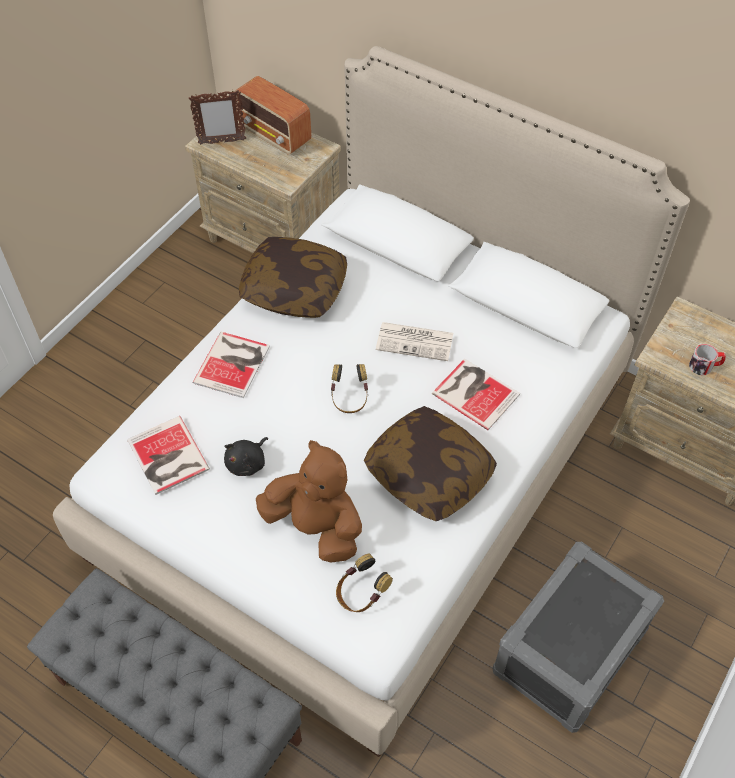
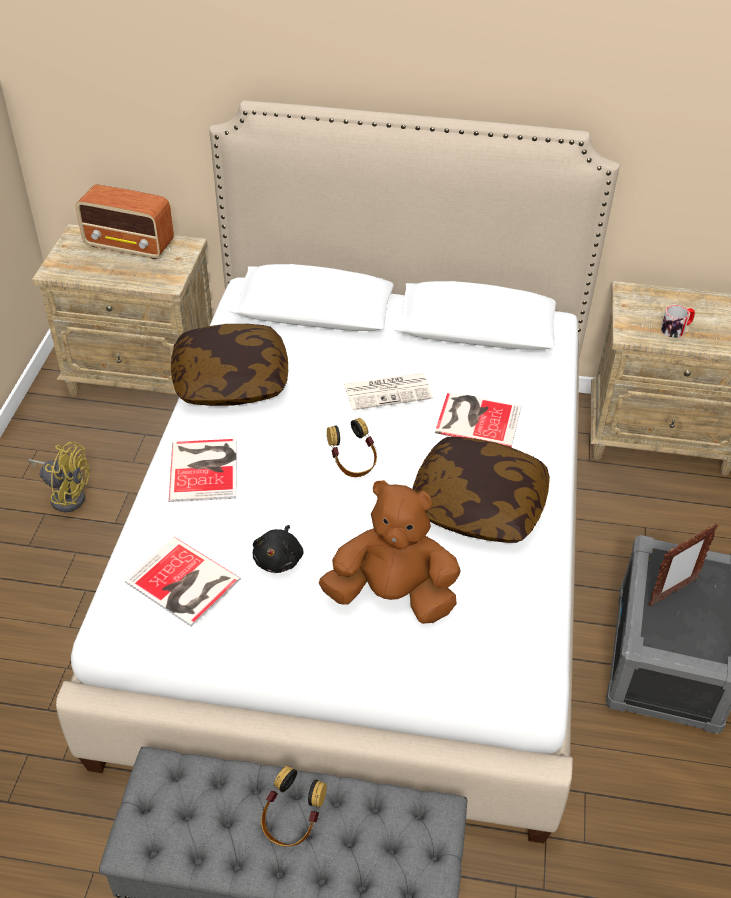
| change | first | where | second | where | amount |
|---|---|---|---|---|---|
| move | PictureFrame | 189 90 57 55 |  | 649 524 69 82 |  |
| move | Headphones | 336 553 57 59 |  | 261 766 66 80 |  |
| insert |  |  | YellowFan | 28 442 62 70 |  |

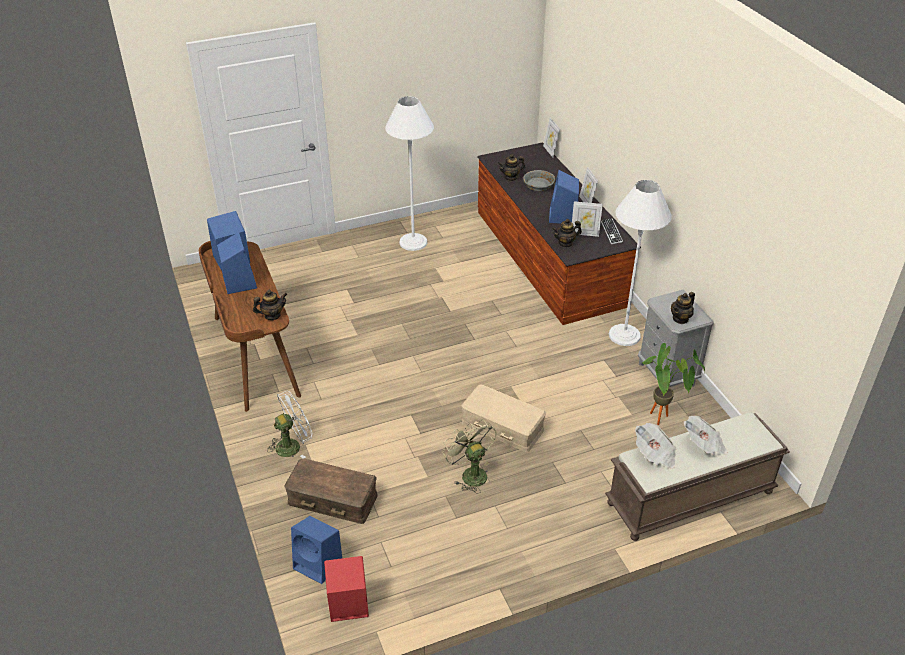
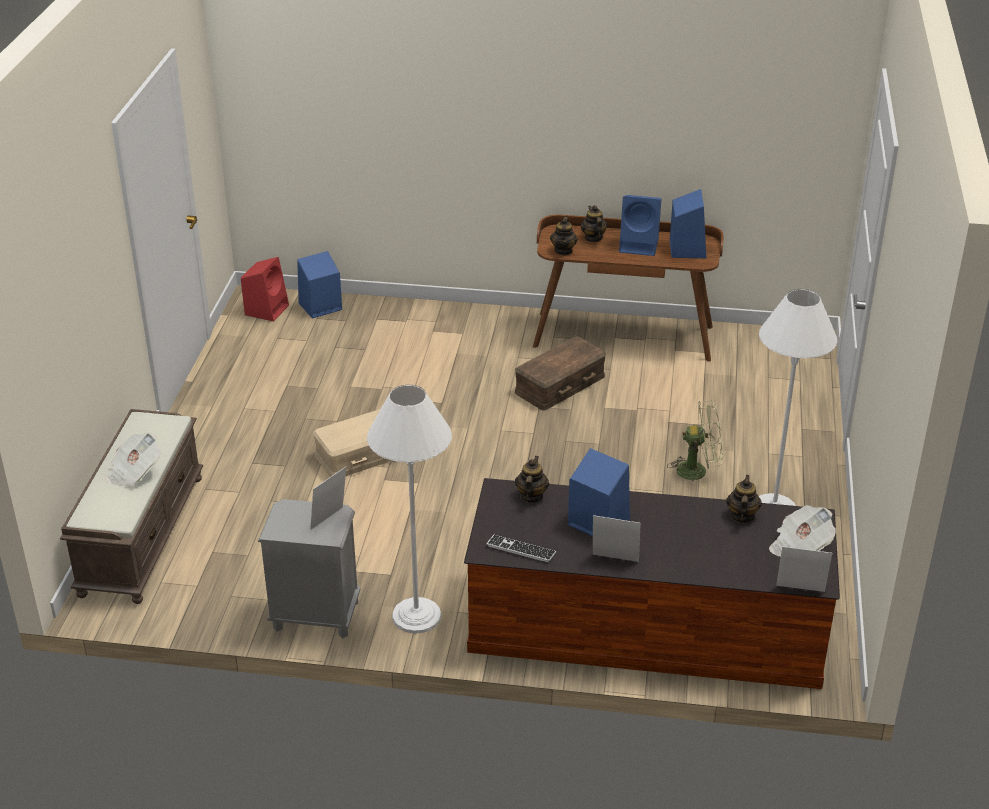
| change | first | where | second | where | amount |
|---|---|---|---|---|---|
| delete | GreyBowl | 523 170 32 21 |  |  |  |
| move | PictureFrame | 572 201 31 36 |  | 310 467 36 63 |  |
| move | Teapot | 671 292 24 32 |  | 581 205 26 37 |  |
| delete | PottedPlant | 642 343 63 82 |  |  |  |
| delete | WhiteFan | 267 391 45 68 |  |  |  |
| move | GreenFan | 443 419 53 74 |  | 667 400 56 87 |  |
| move | Newspaper | 635 423 41 46 |  | 769 505 67 52 |  |
| move | BrownStorageBox | 284 459 94 65 |  | 515 336 91 75 |  |

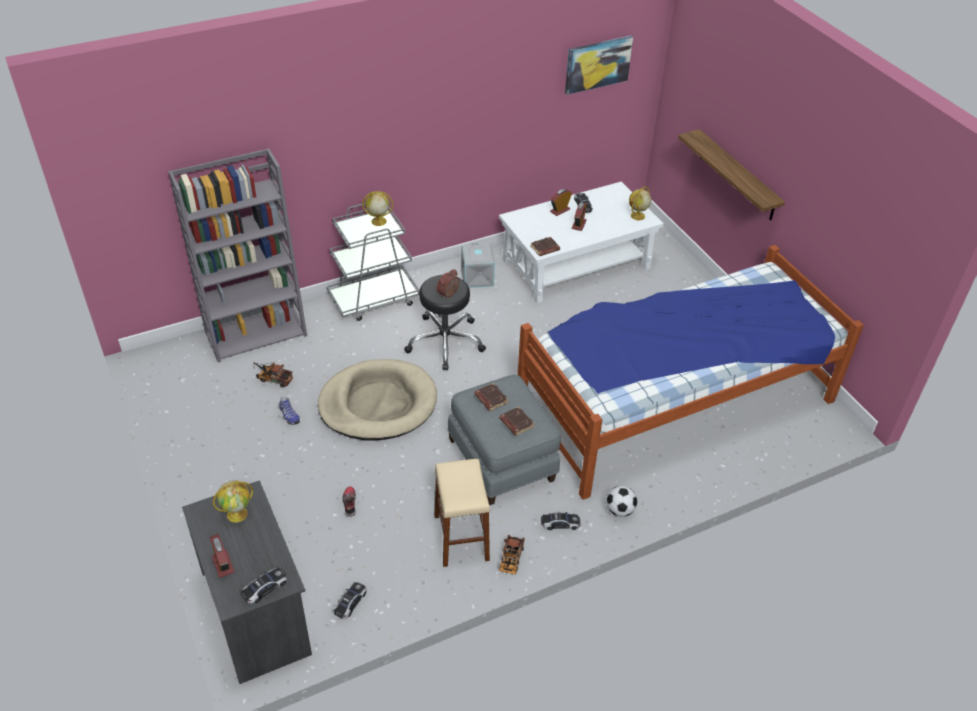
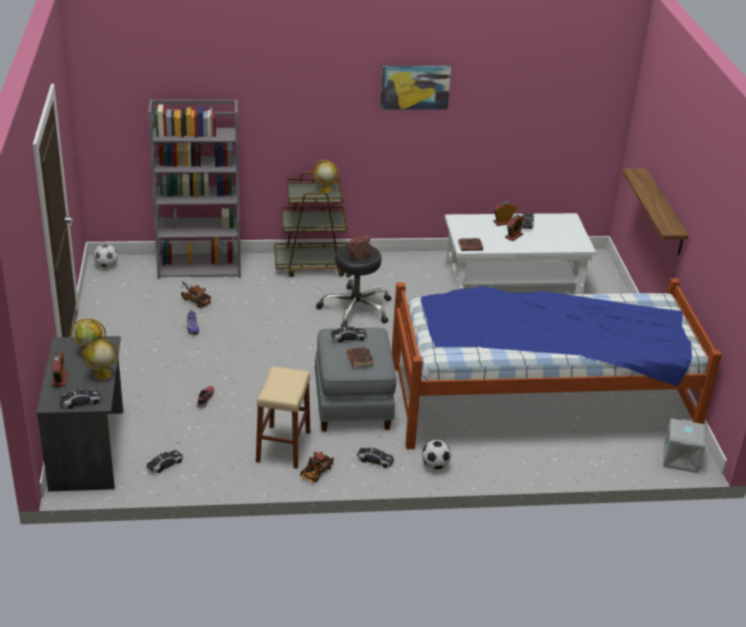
| change | first | where | second | where | amount |
|---|---|---|---|---|---|
| move | Picture | 565 35 68 60 |  | 380 66 71 44 |  |
| move | Globe | 629 187 22 33 |  | 83 340 35 40 |  |
| recolor | GreyCart | 327 203 93 118 | BrownCart | 274 172 75 105 |  |
| move | GreyStorageBox | 461 243 34 45 |  | 663 419 43 55 |  |
| delete | BeigeDogBed | 318 359 119 81 |  |  |  |
| replace | BrownBook | 474 383 34 28 | ToyCar | 331 326 36 17 |  |
| insert |  |  | Football | 94 244 24 24 |  |

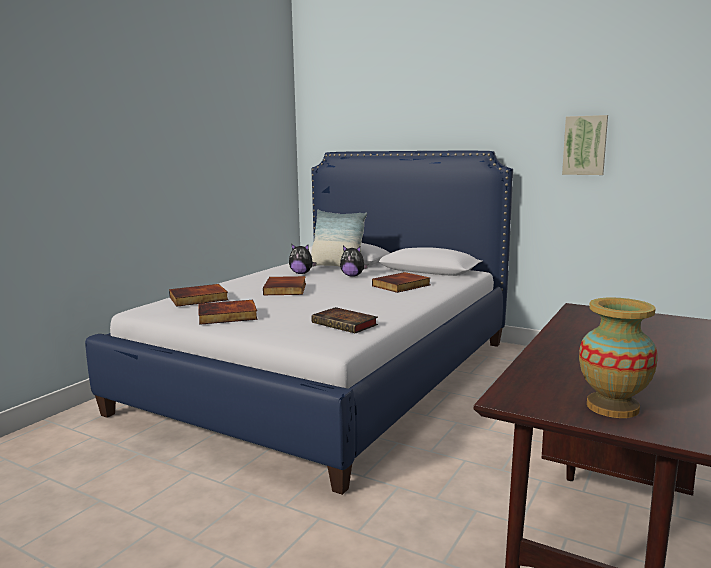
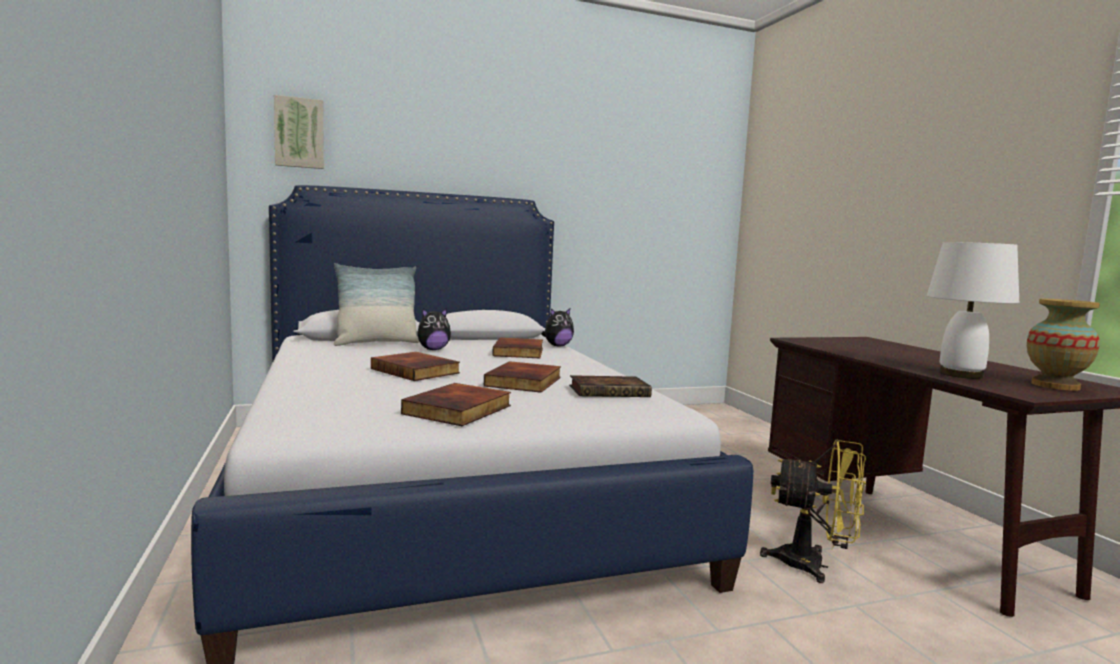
| change | first | where | second | where | amount |
|---|---|---|---|---|---|
| move | Picture | 562 115 46 60 |  | 274 95 50 74 |  |
| move | PlushToy | 289 244 28 30 |  | 542 308 32 39 |  |
| move | Book | 169 284 59 23 |  | 484 361 77 32 |  |
| insert |  |  | WhiteTableLamp | 927 242 92 137 |  |
| insert |  |  | YellowFan | 760 440 106 143 |  |

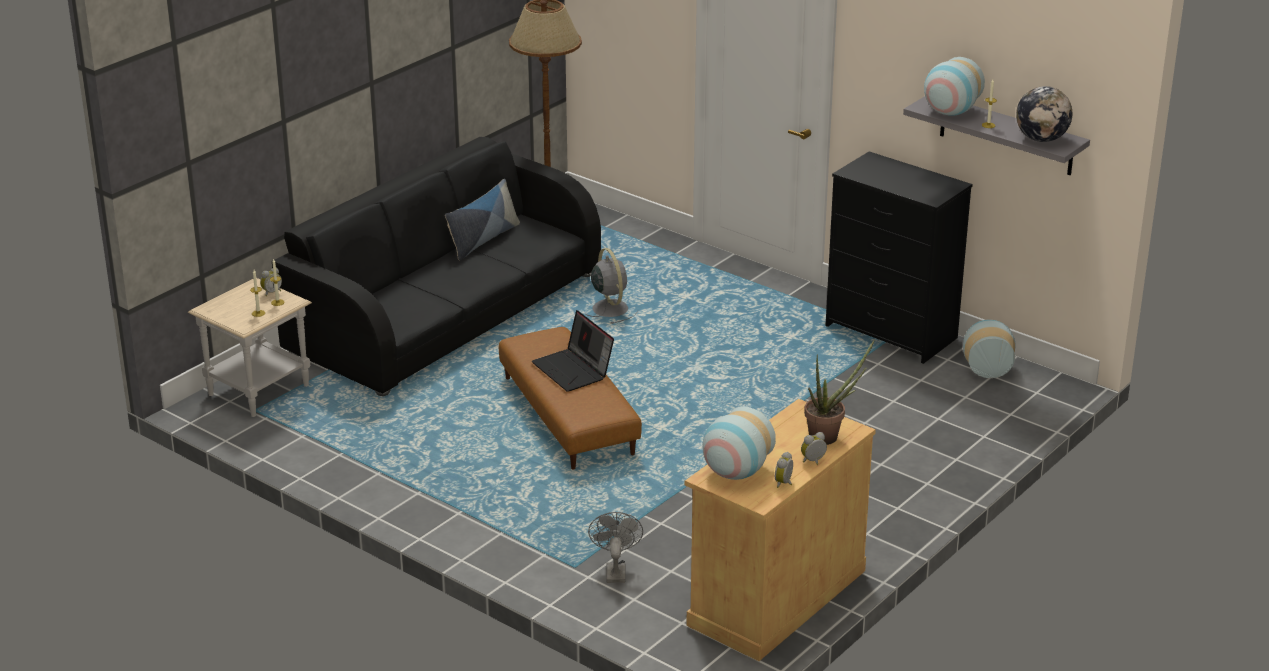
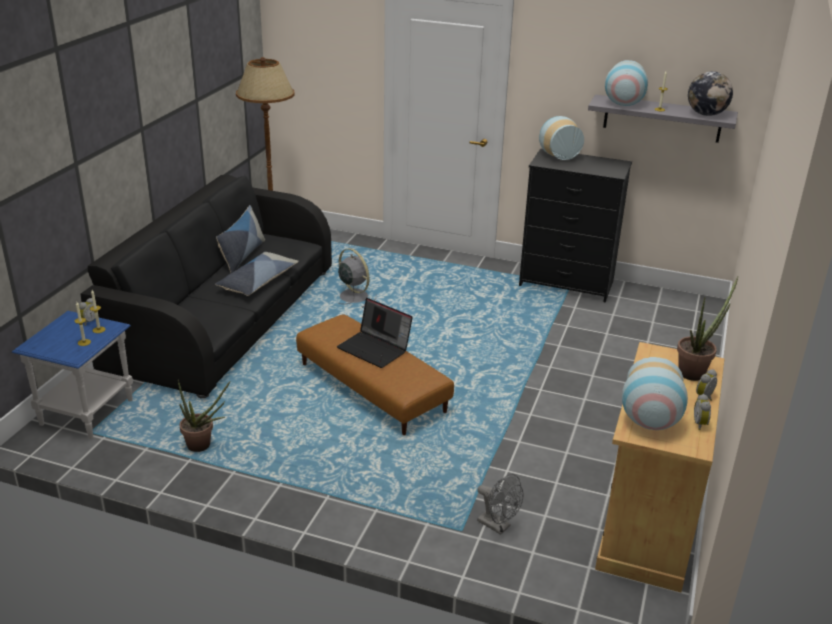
| change | first | where | second | where | amount |
|---|---|---|---|---|---|
| recolor | BeigeSideTable | 188 278 124 139 | BlueSideTable | 12 311 121 128 |  |
| move | Vase | 963 320 53 58 |  | 539 116 45 44 |  |
| rotate | GreyFan | 588 512 55 71 |  | 477 474 46 61 | 150 degrees clockwise |
| insert |  |  | Pillow | 215 252 84 44 |  |
| insert |  |  | PottedPlant | 178 380 52 72 |  |

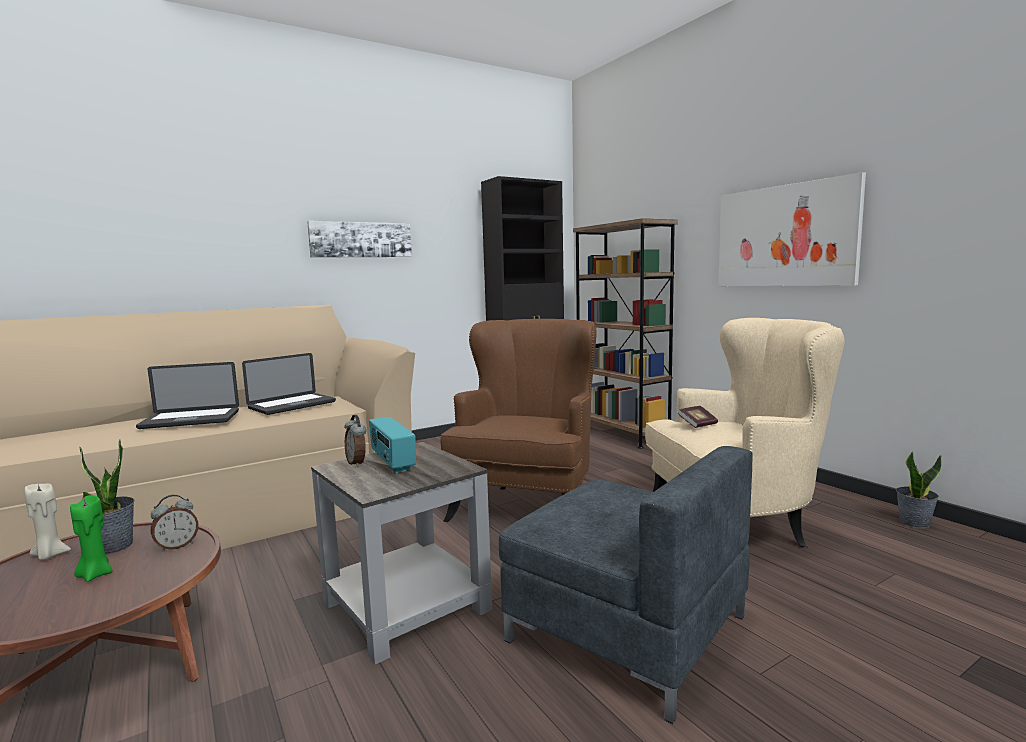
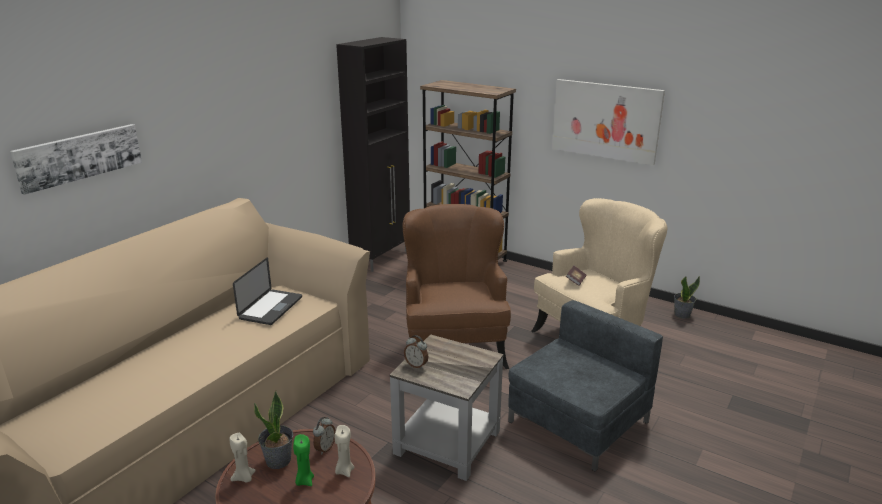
| change | first | where | second | where | amount |
|---|---|---|---|---|---|
| move | Picture | 307 221 105 37 |  | 10 124 132 71 |  |
| delete | Laptop | 136 362 103 67 |  |  |  |
| delete | Radio | 369 417 47 56 |  |  |  |
| rotate | GreyArmchair | 499 446 254 278 |  | 508 300 155 171 | 60 degrees counterclockwise |
| insert |  |  | BeigeCandle | 335 425 19 52 |  |

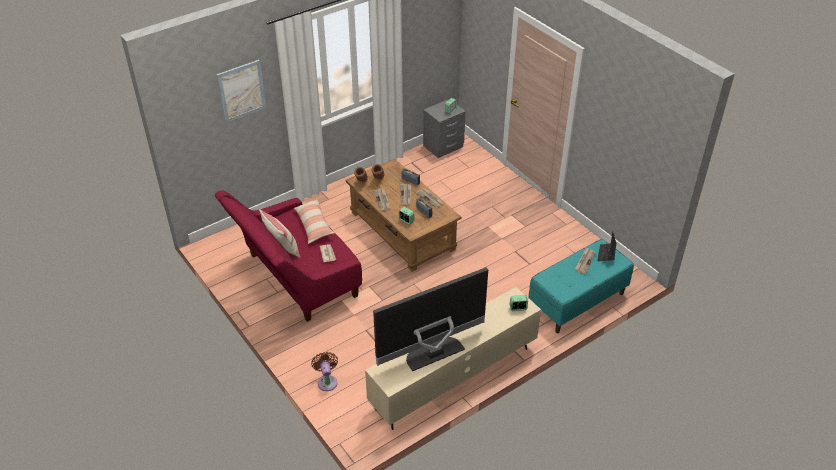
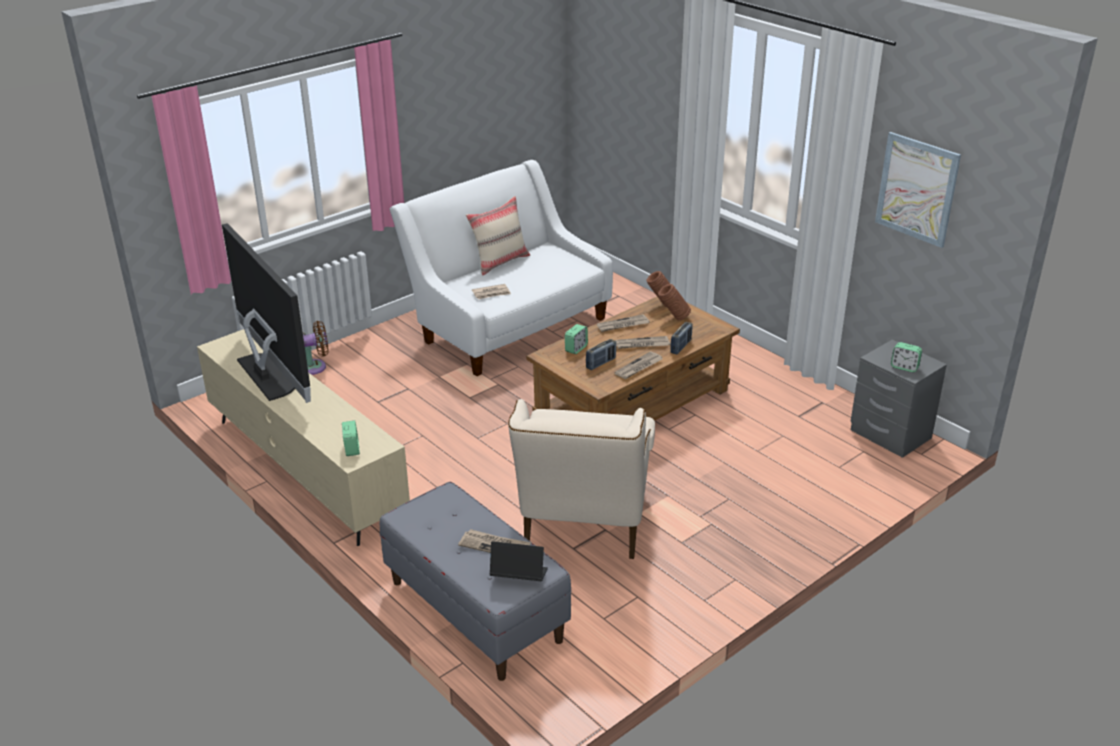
| change | first | where | second | where | amount |
|---|---|---|---|---|---|
| move | Picture | 217 60 49 63 |  | 875 132 86 116 |  |
| recolor | RedSofa | 215 190 147 132 | WhiteSofa | 390 160 223 216 |  |
| delete | Pillow | 294 198 40 46 |  |  |  |
| recolor | TurquoiseBench | 528 239 106 94 | GreyBench | 380 482 191 199 |  |
| insert |  |  | BeigeArmchair | 508 399 147 160 |  |

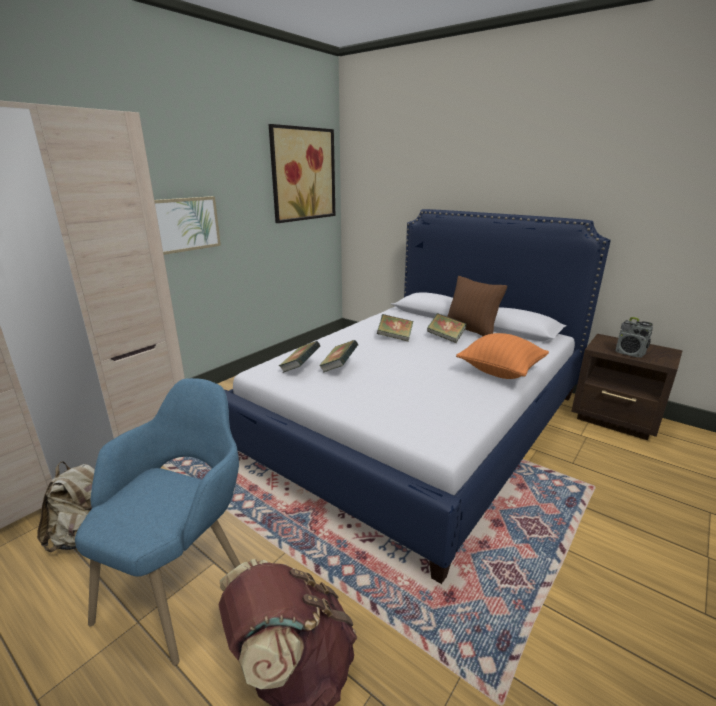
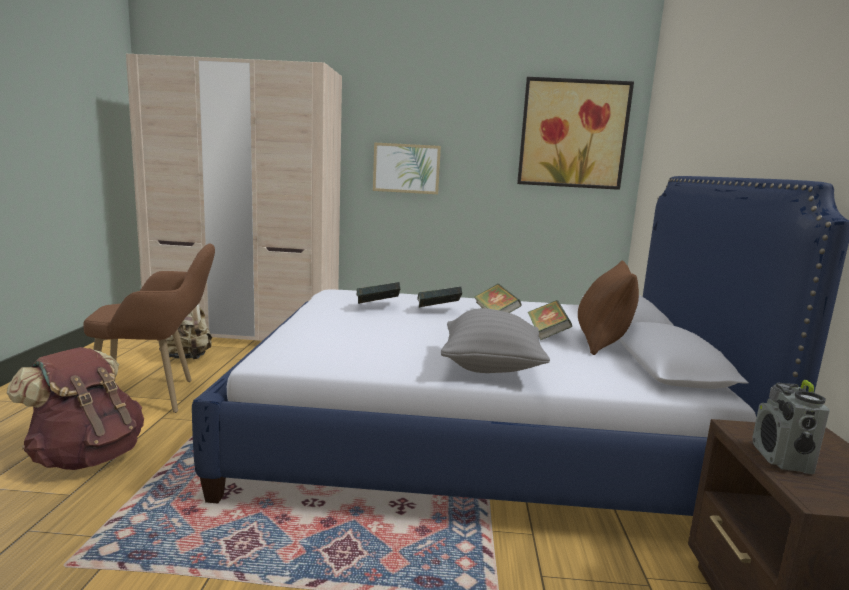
| change | first | where | second | where | amount |
|---|---|---|---|---|---|
| recolor | OrangePillow | 456 333 93 46 | GreyPillow | 441 308 109 65 |  |
| move | Book | 279 341 41 32 |  | 417 286 45 22 |  |
| recolor | BlueArmchair | 75 378 165 288 | BrownArmchair | 83 244 132 169 |  |

